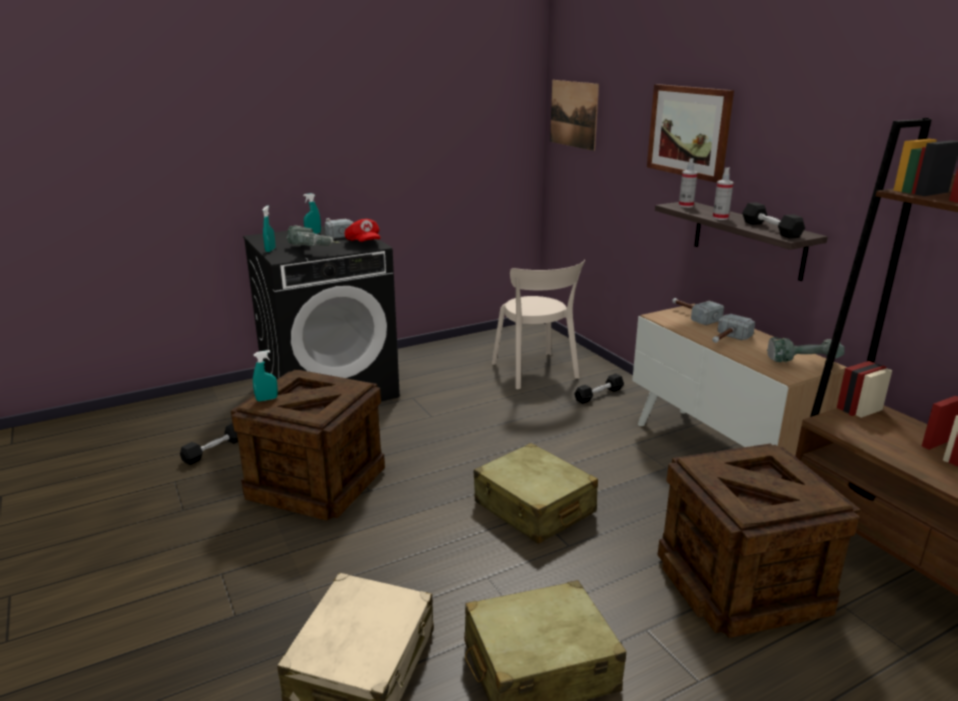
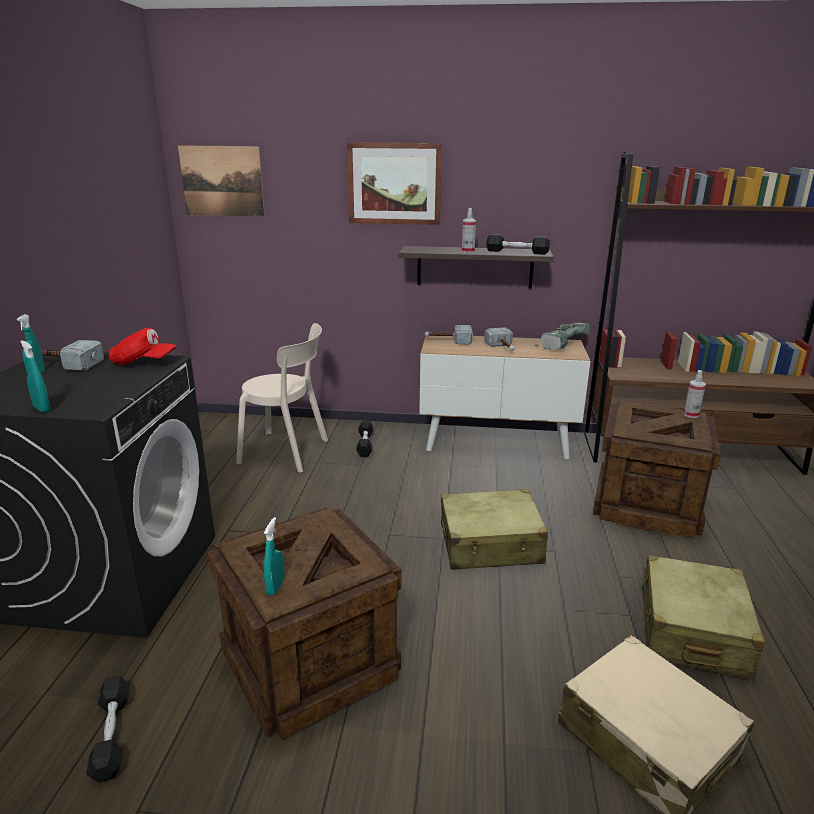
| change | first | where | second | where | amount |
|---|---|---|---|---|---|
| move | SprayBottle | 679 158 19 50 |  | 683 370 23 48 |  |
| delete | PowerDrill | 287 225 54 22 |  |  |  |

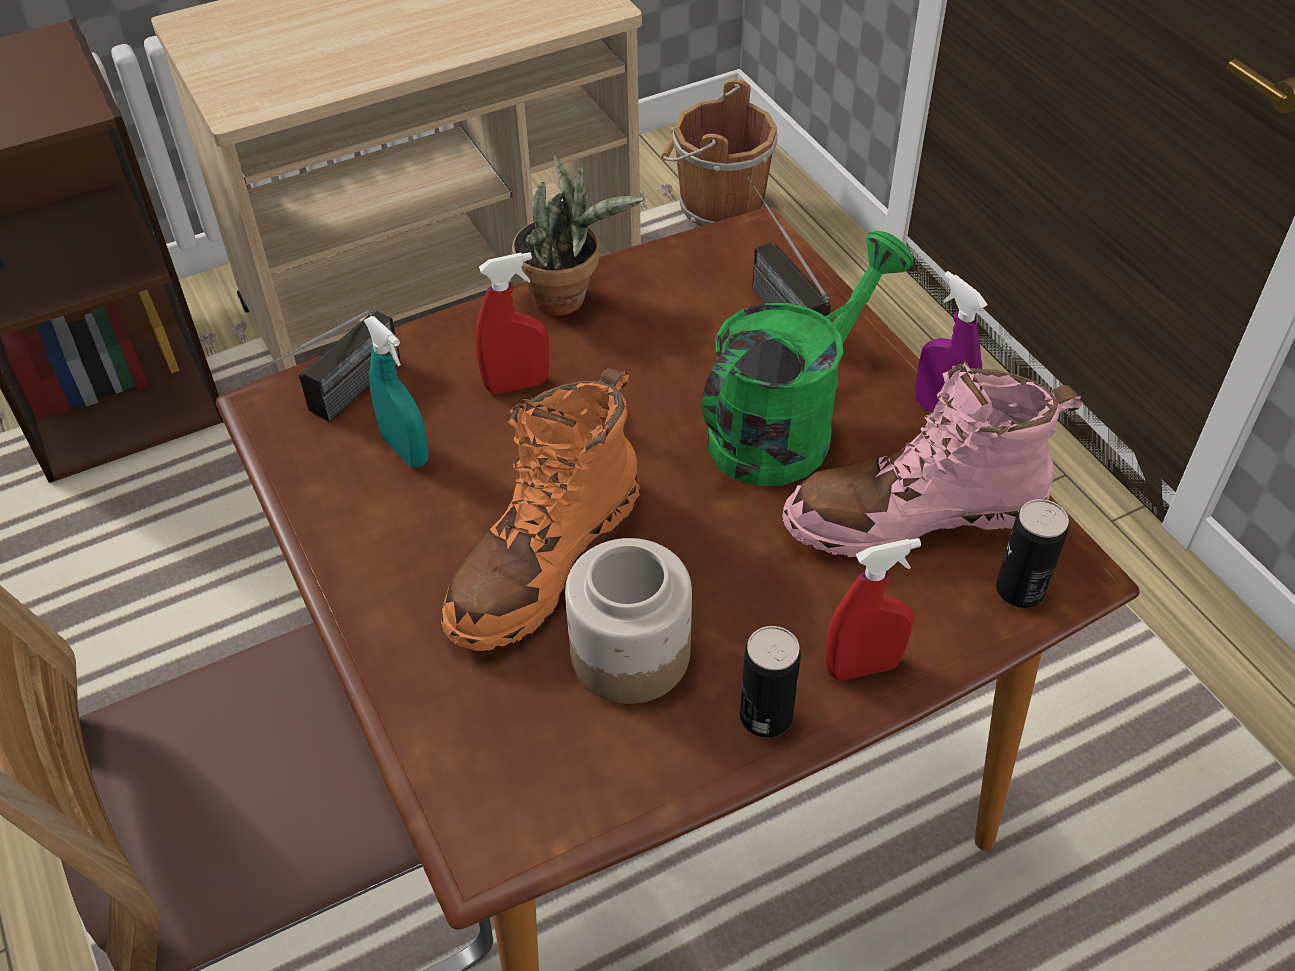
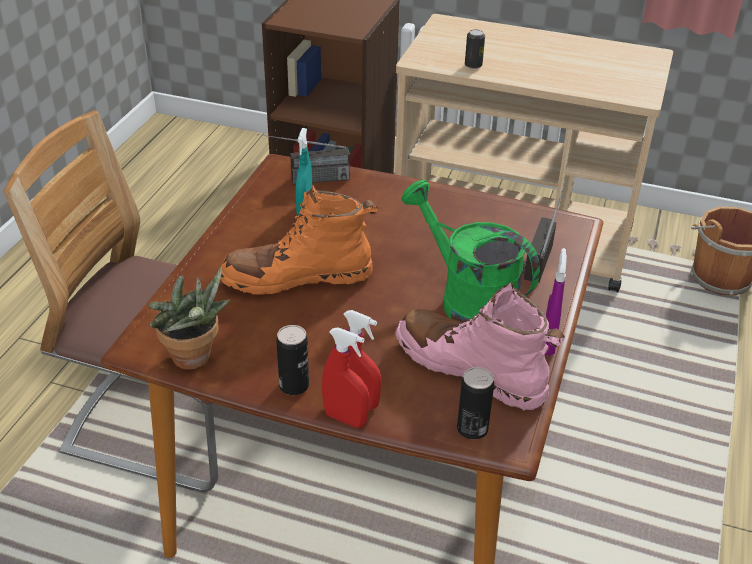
| change | first | where | second | where | amount |
|---|---|---|---|---|---|
| move | PottedPlant | 512 156 132 160 |  | 148 267 82 103 |  |
| rotate | GreenWateringCan | 702 231 212 255 |  | 402 180 138 142 | 135 degrees counterclockwise |
| move | RedSprayBottle | 476 252 73 142 |  | 322 327 47 101 |  |
| delete | Jar | 565 538 127 166 |  |  |  |
| insert |  |  | Can | 465 29 20 40 |  |

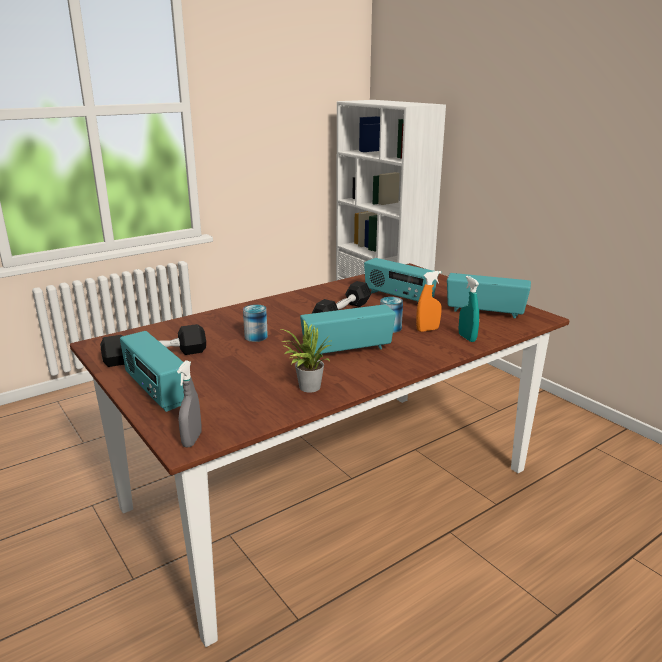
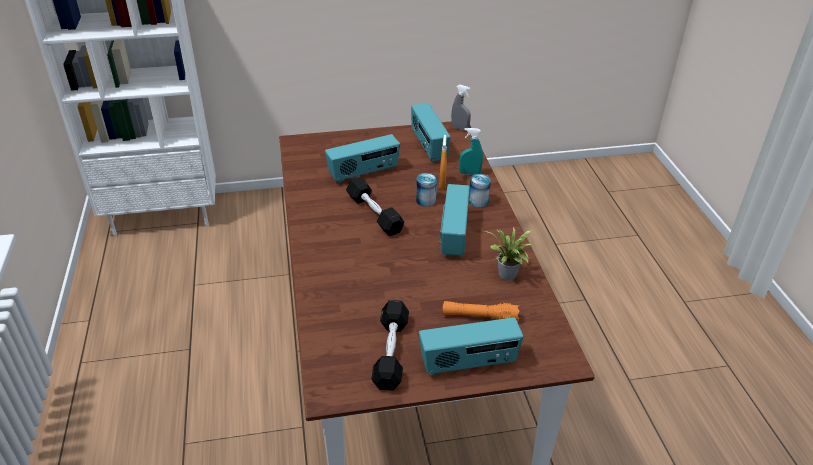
| change | first | where | second | where | amount |
|---|---|---|---|---|---|
| rotate | Radio | 447 273 84 45 |  | 411 103 40 59 | 60 degrees counterclockwise |
| move | Can | 243 304 25 38 |  | 469 174 22 34 |  |
| move | GreySprayBottle | 177 360 24 87 |  | 451 85 20 46 |  |
| insert |  |  | OrangeFlashlight | 442 301 78 21 |  |

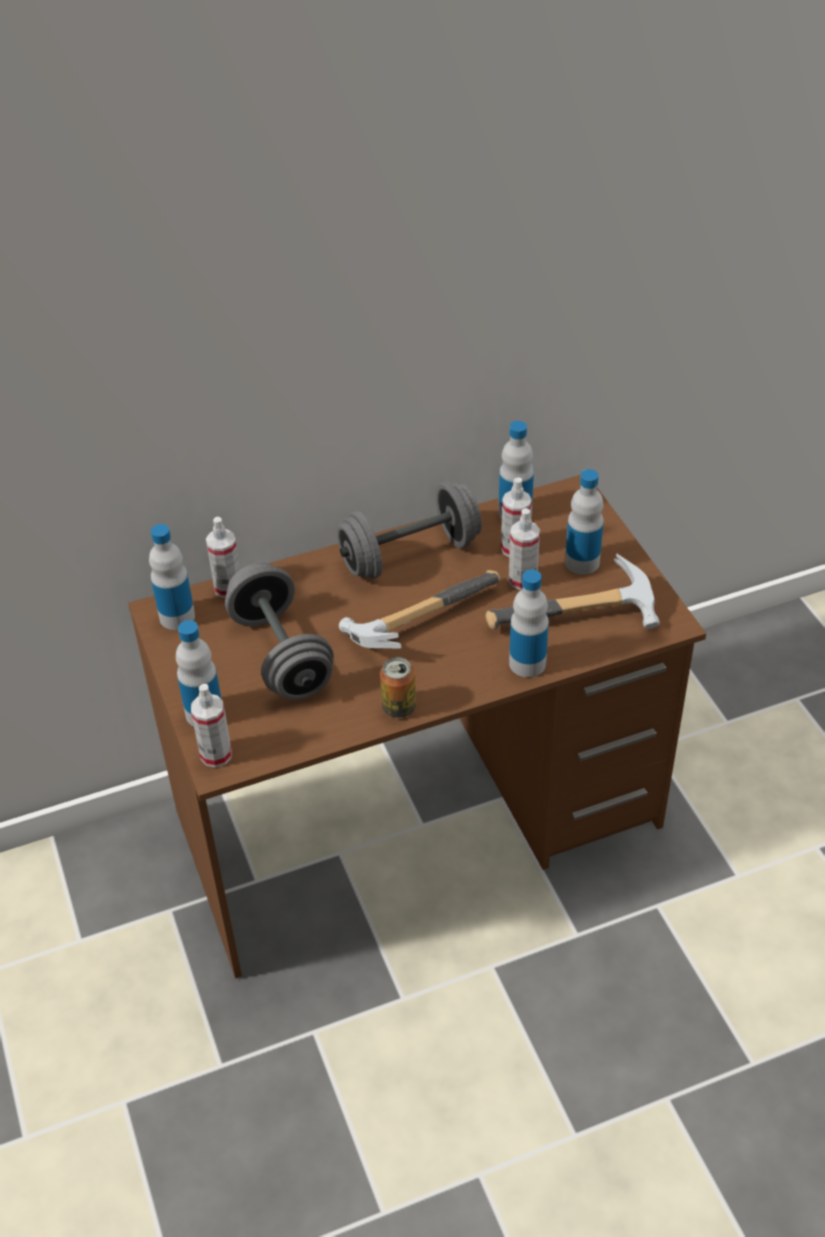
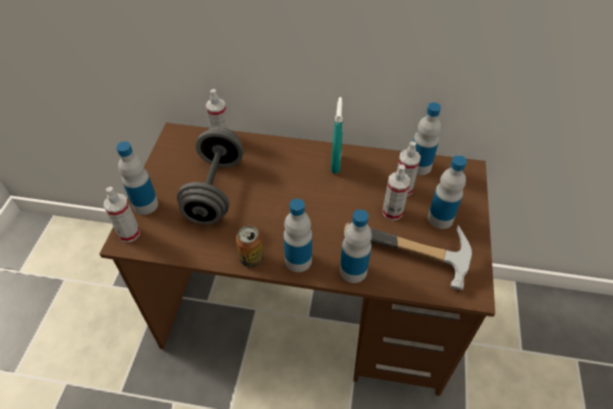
| change | first | where | second | where | amount |
|---|---|---|---|---|---|
| replace | GreyDumbbell | 337 481 145 98 | TurquoiseSprayBottle | 331 97 11 76 |  |
| move | Bottle | 149 524 46 106 |  | 283 199 29 73 |  |
| delete | Hammer | 339 570 161 79 |  |  |  |

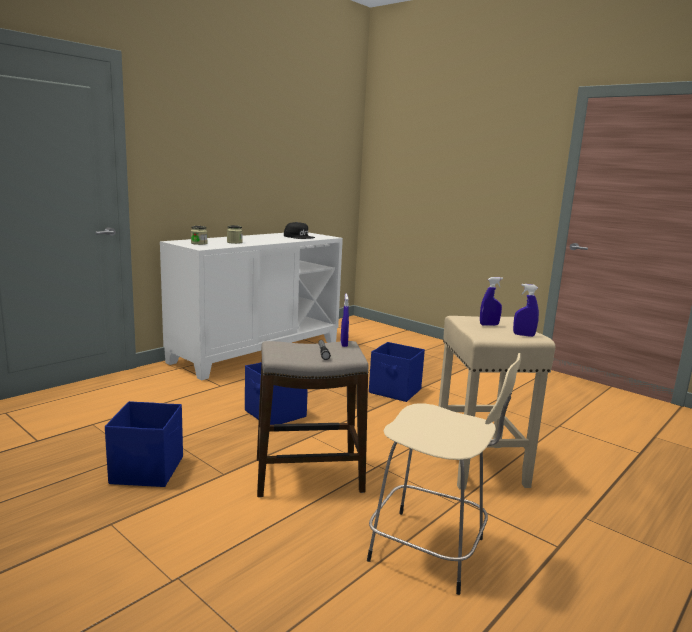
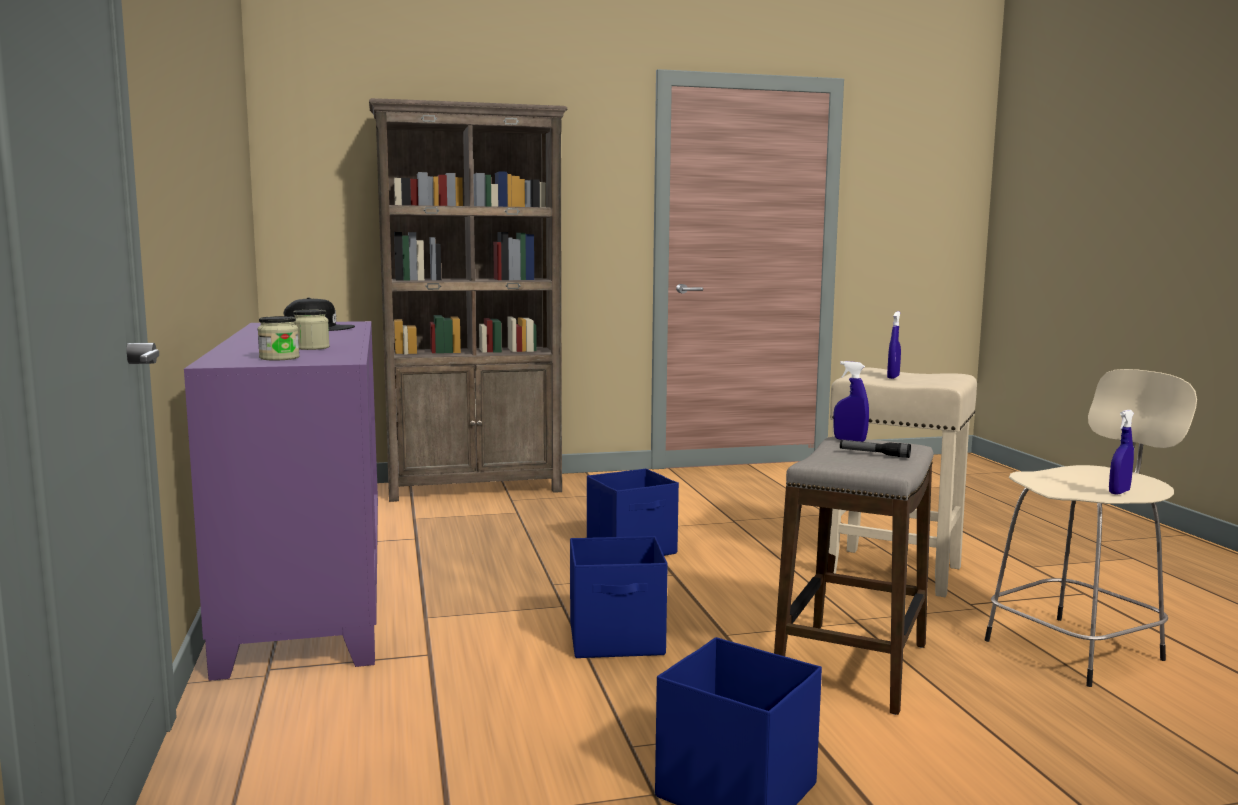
| change | first | where | second | where | amount |
|---|---|---|---|---|---|
| recolor | WhiteCabinet | 160 232 183 148 | PurpleCabinet | 184 321 194 360 |  |
| move | BlueSprayBottle | 513 284 26 53 |  | 1109 410 25 85 |  |
| insert |  |  | BrownBookcase | 369 98 198 404 |  |

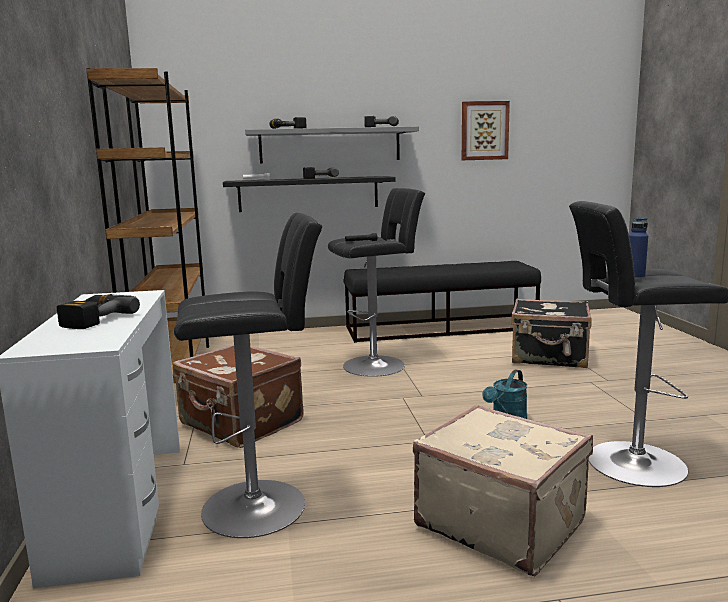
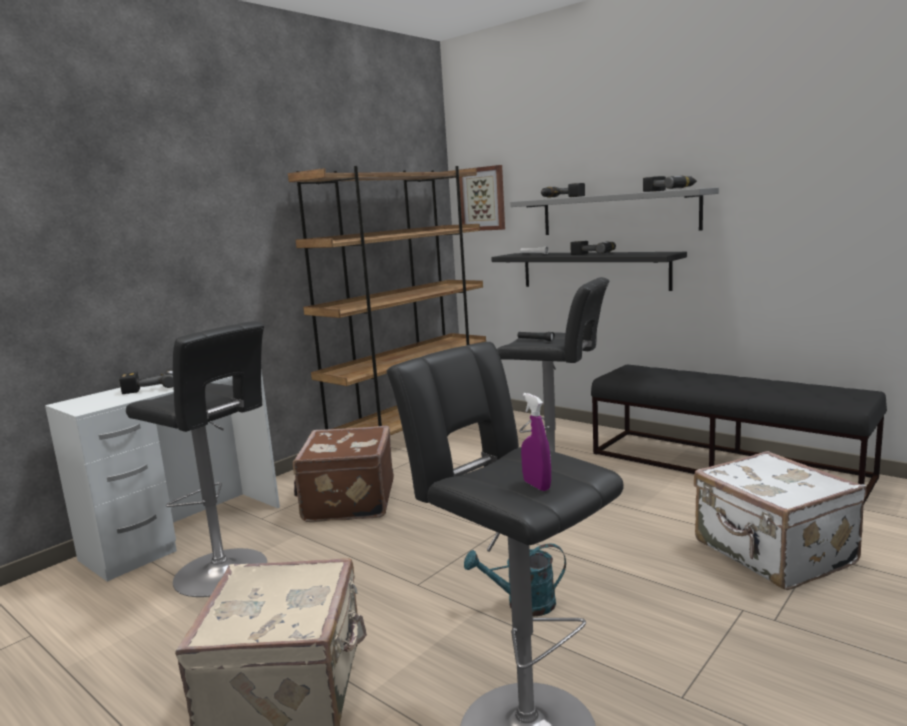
| change | first | where | second | where | amount |
|---|---|---|---|---|---|
| move | Picture | 462 101 48 59 |  | 459 165 46 66 |  |
| delete | BlueBottle | 629 218 19 62 |  |  |  |
| recolor | BlackSuitcase | 511 298 81 70 | WhiteSuitcase | 694 451 172 139 |  |
| insert |  |  | PurpleSprayBottle | 521 393 30 98 |  |

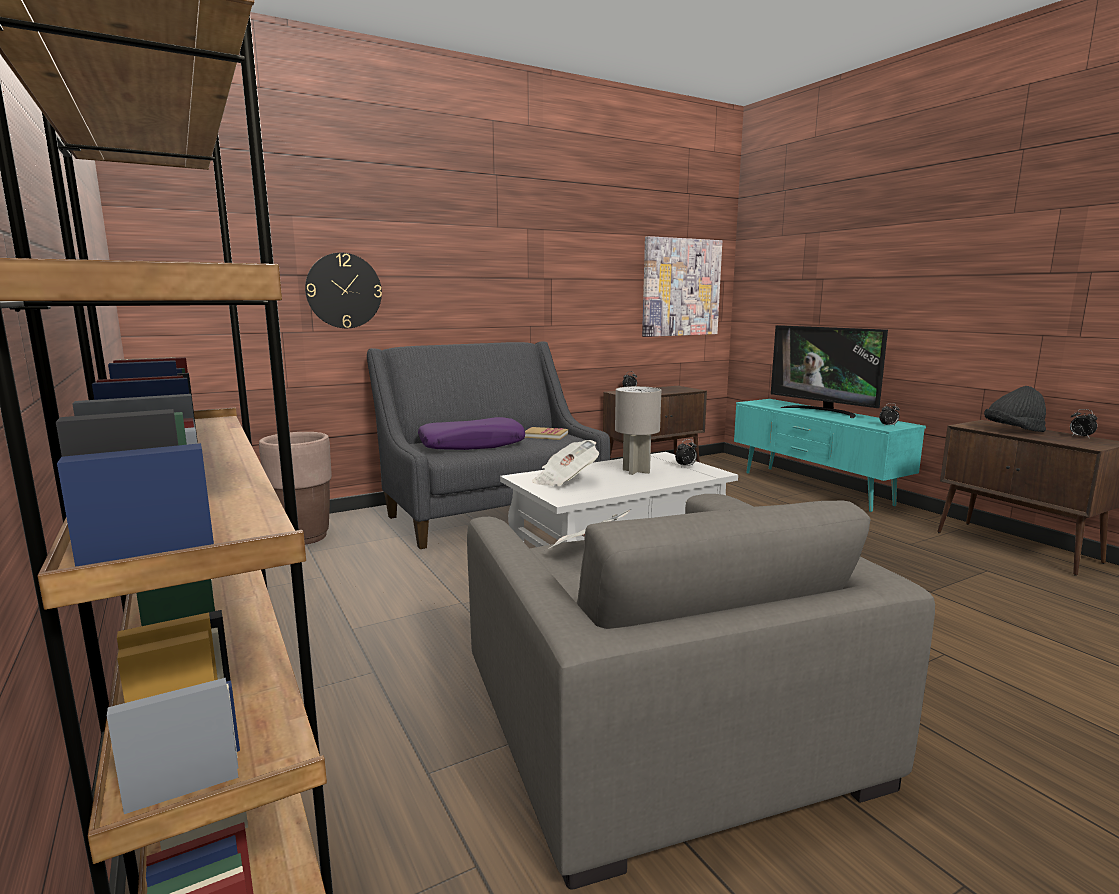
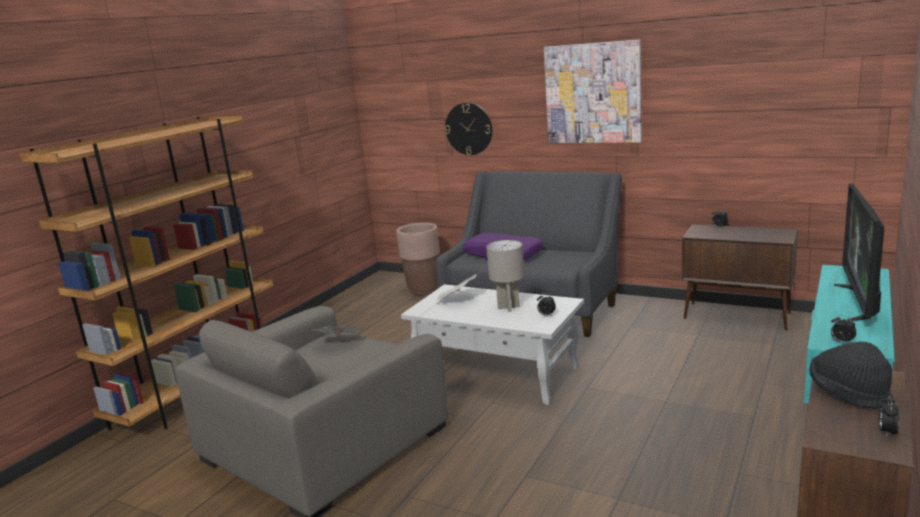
| change | first | where | second | where | amount |
|---|---|---|---|---|---|
| move | Picture | 642 236 80 101 |  | 544 39 98 104 |  |
| delete | Book | 525 427 43 13 |  |  |  |

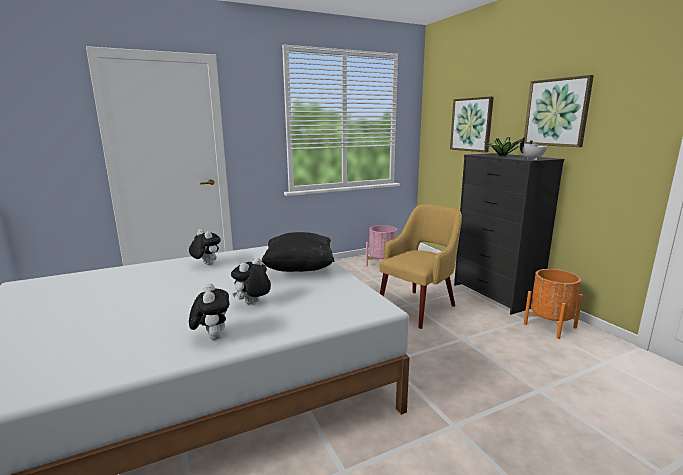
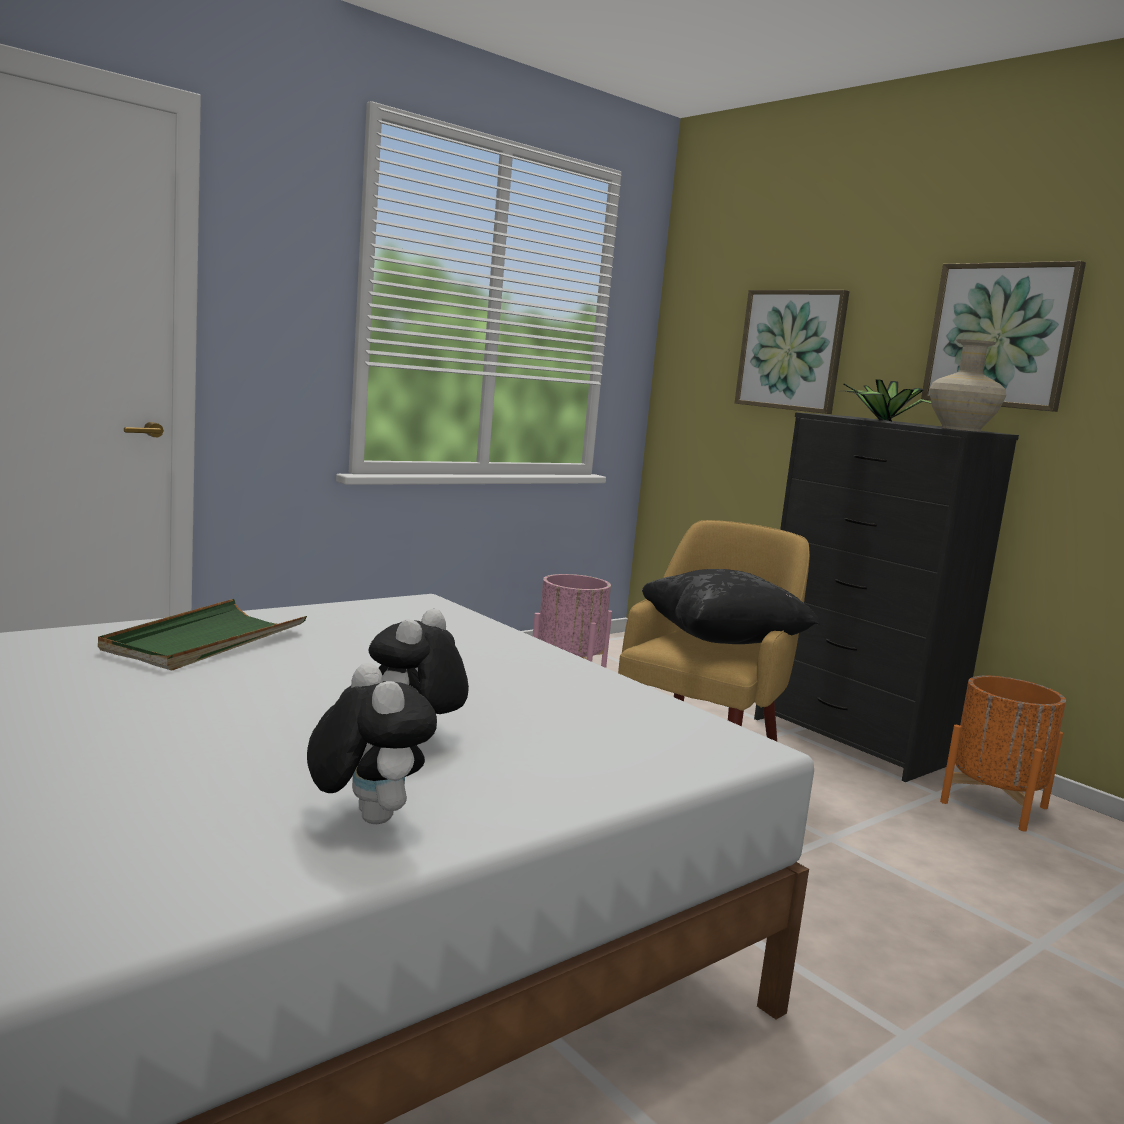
| change | first | where | second | where | amount |
|---|---|---|---|---|---|
| replace | WhiteTeapot | 520 137 27 23 | BeigeVase | 929 339 77 93 |  |
| replace | PlushToy | 189 229 32 36 | GreenTray | 98 599 209 71 |  |
| move | BlackPillow | 261 232 73 40 |  | 642 569 178 75 |  |

